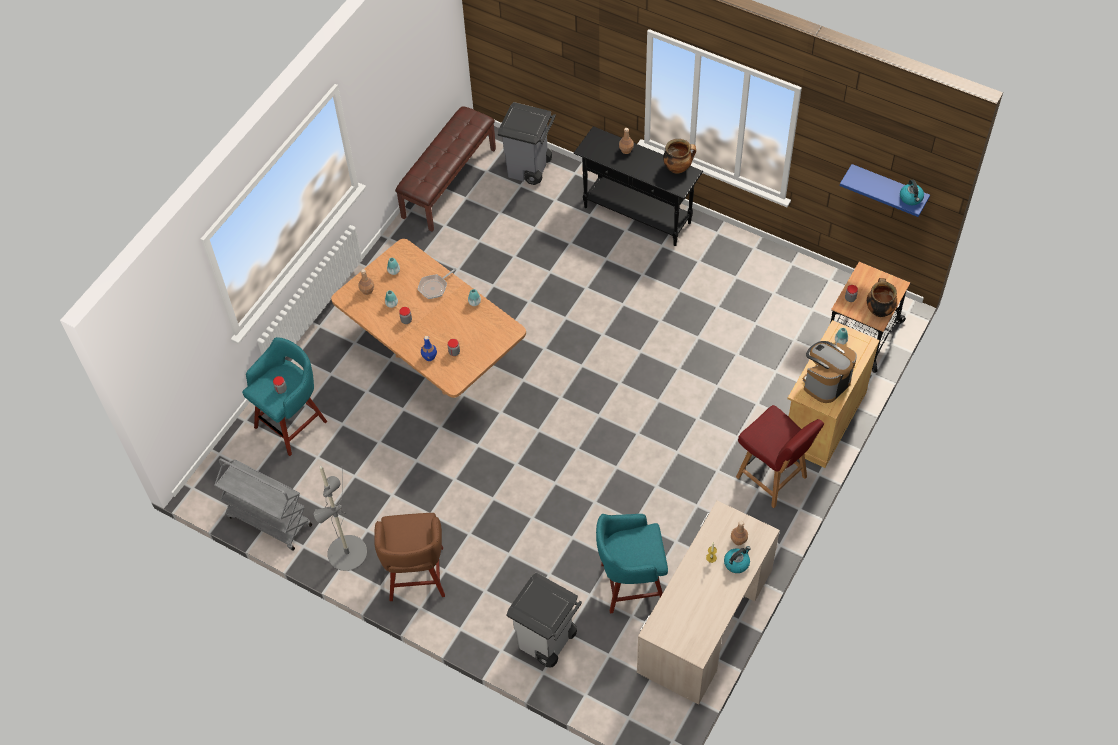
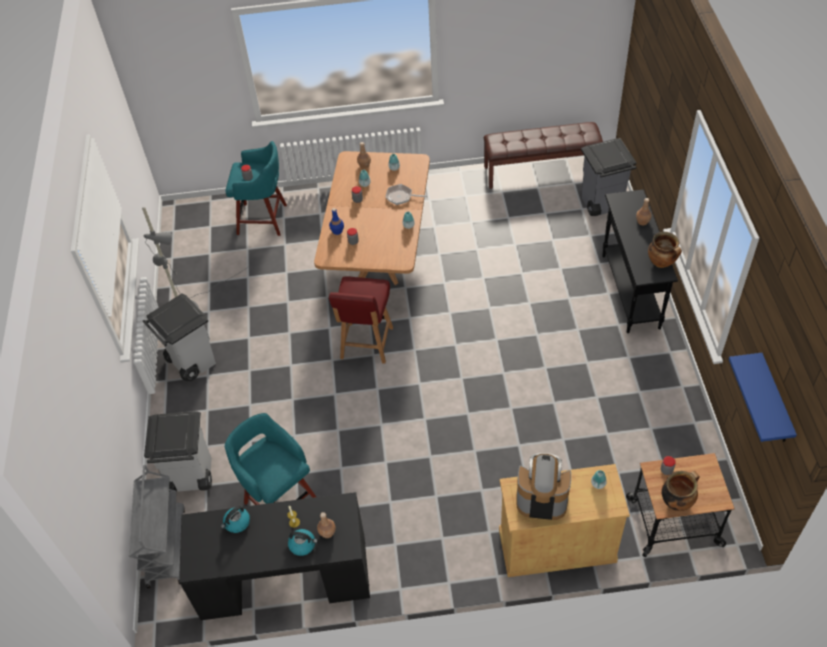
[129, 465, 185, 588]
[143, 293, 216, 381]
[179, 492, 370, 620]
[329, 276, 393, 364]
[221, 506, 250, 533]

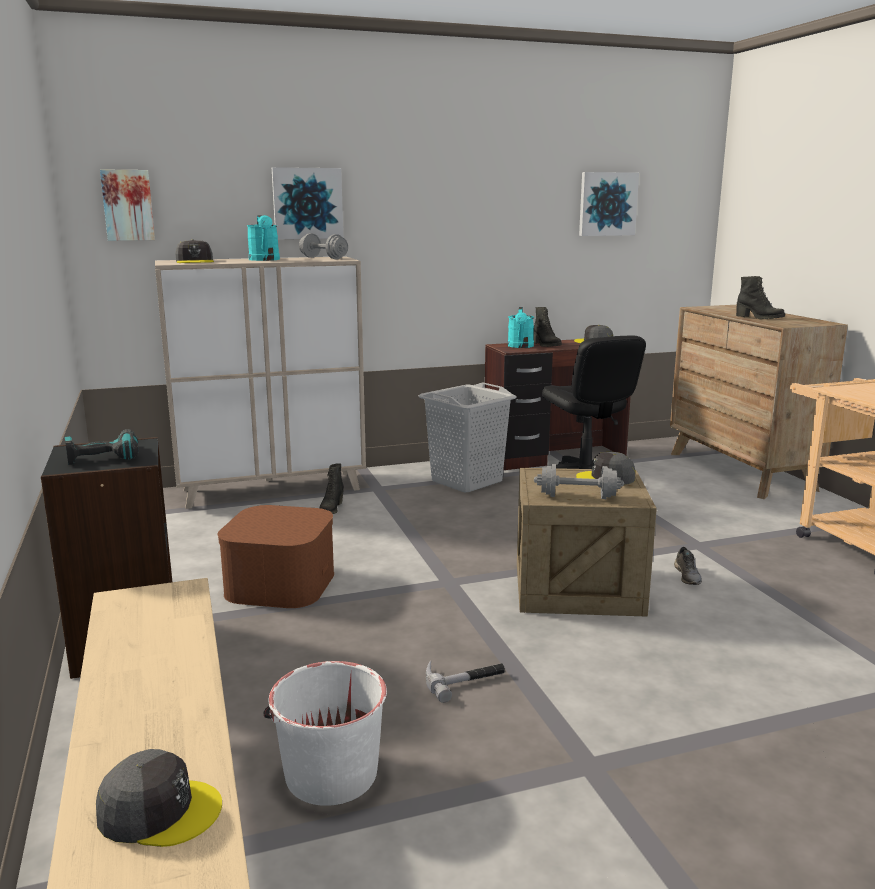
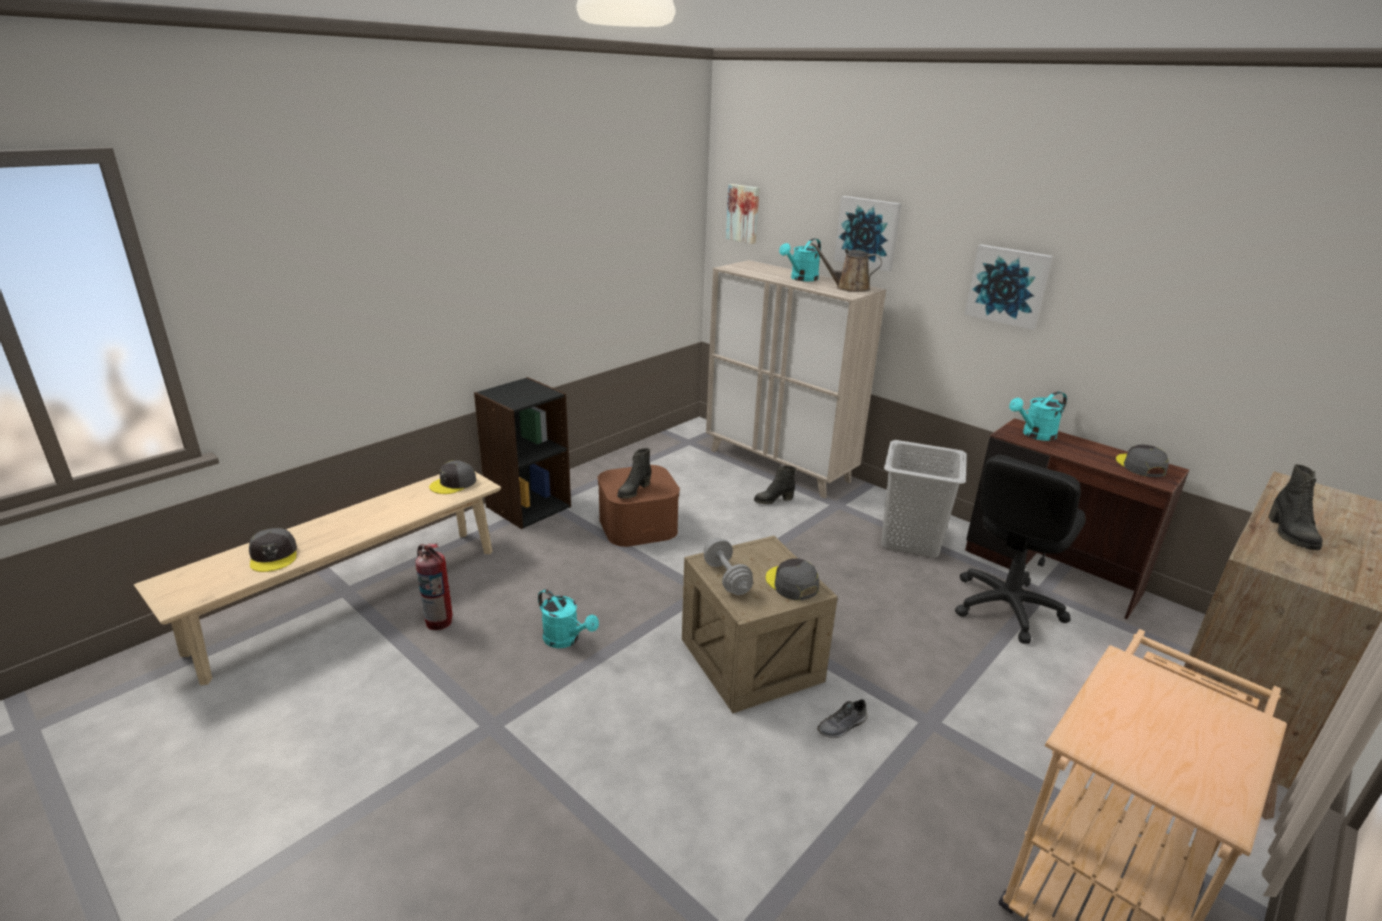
[65, 429, 139, 465] (first image)
[429, 460, 476, 494]
[415, 543, 453, 630]
[810, 242, 882, 292]
[538, 589, 599, 648]
[617, 448, 651, 499]
[965, 244, 1053, 330]

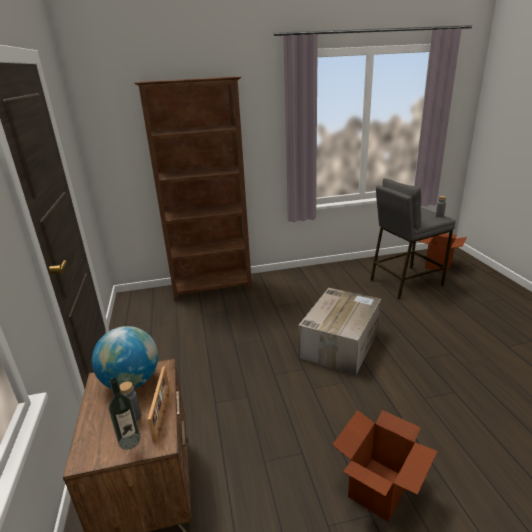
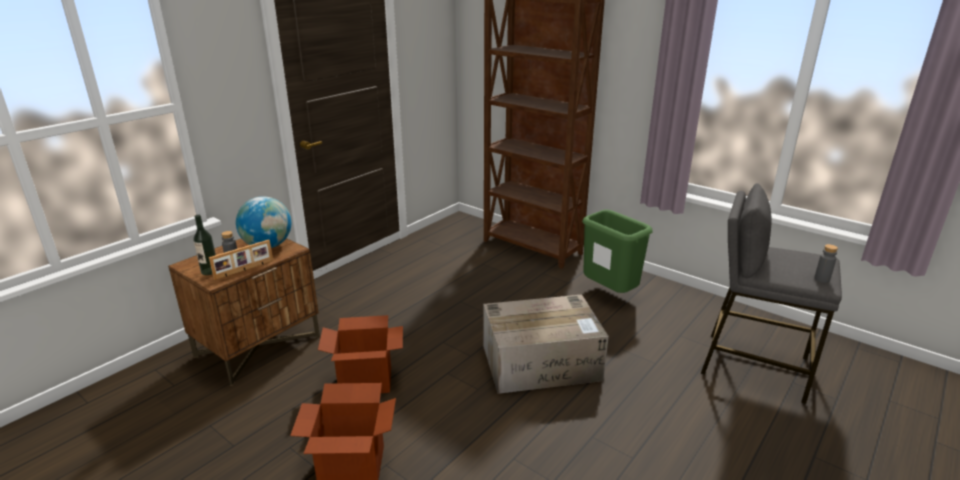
[318, 315, 403, 393]
[582, 210, 653, 293]

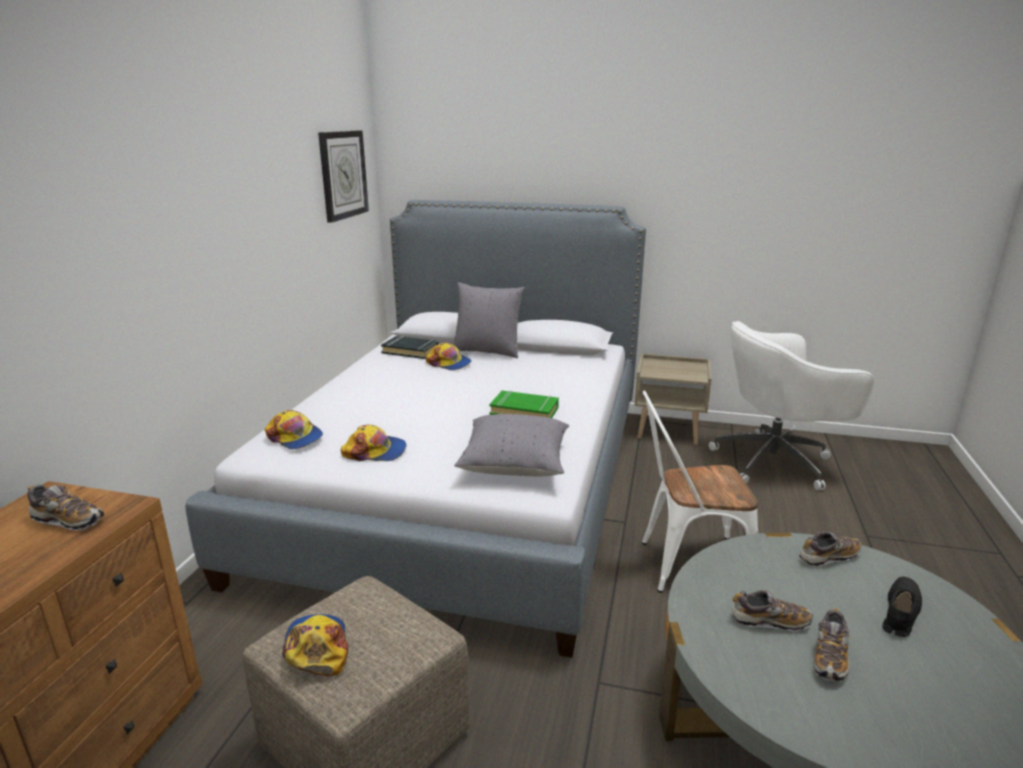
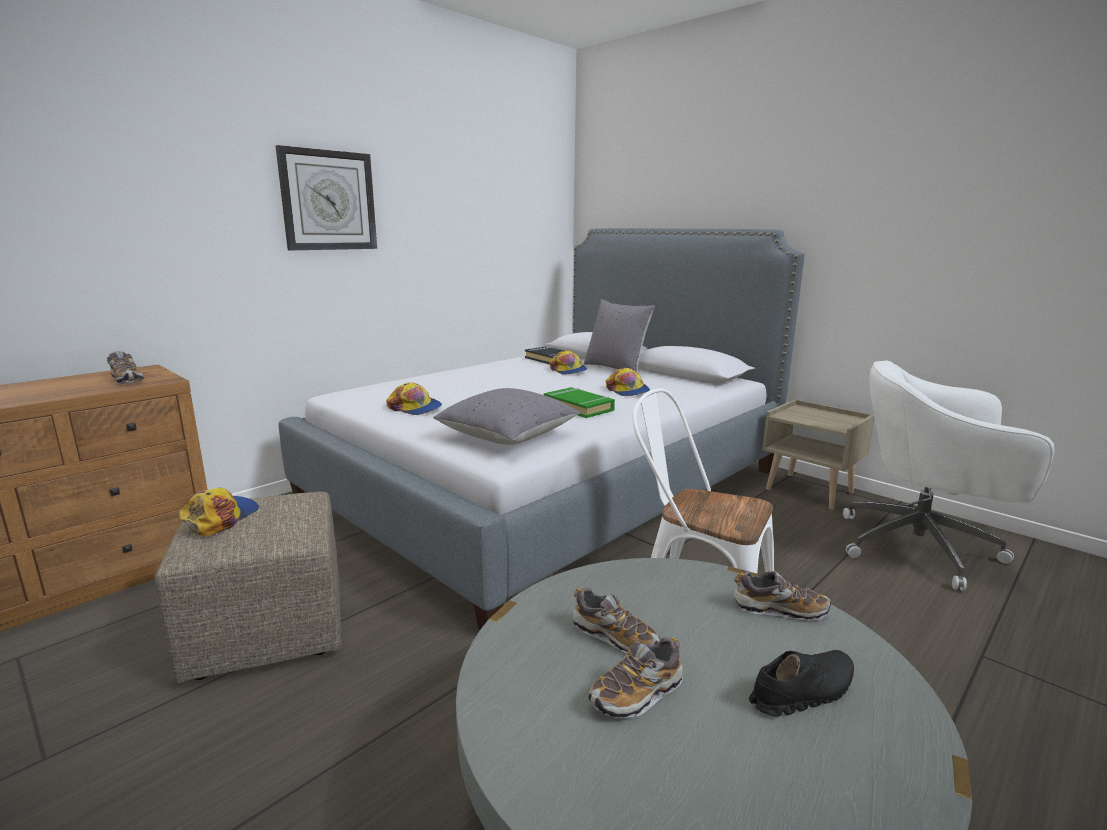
[606, 368, 650, 396]
[276, 145, 377, 250]

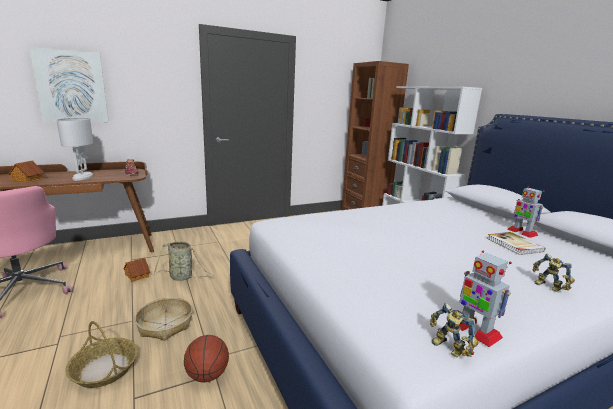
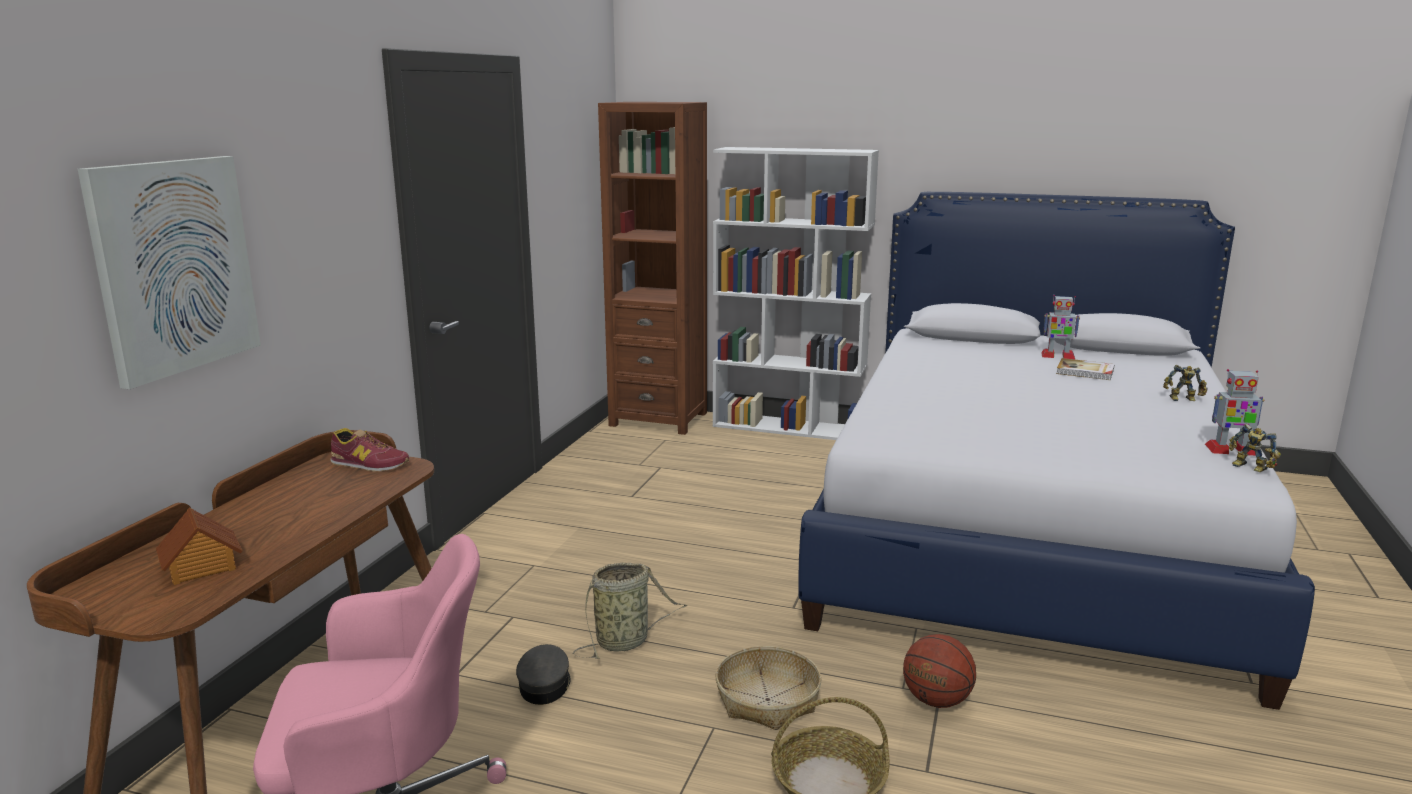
[57, 118, 93, 181] (first image)
[516, 644, 571, 705]
[1229, 424, 1281, 472]

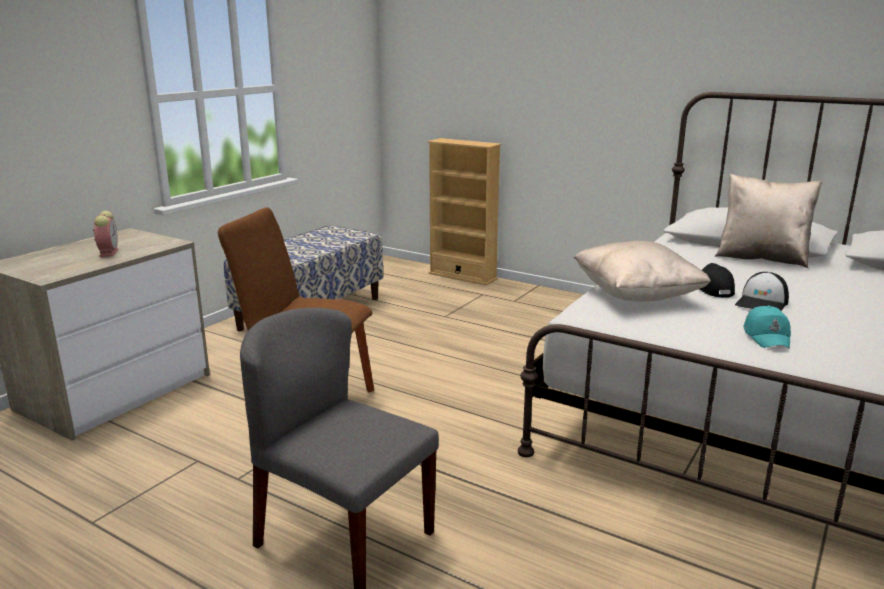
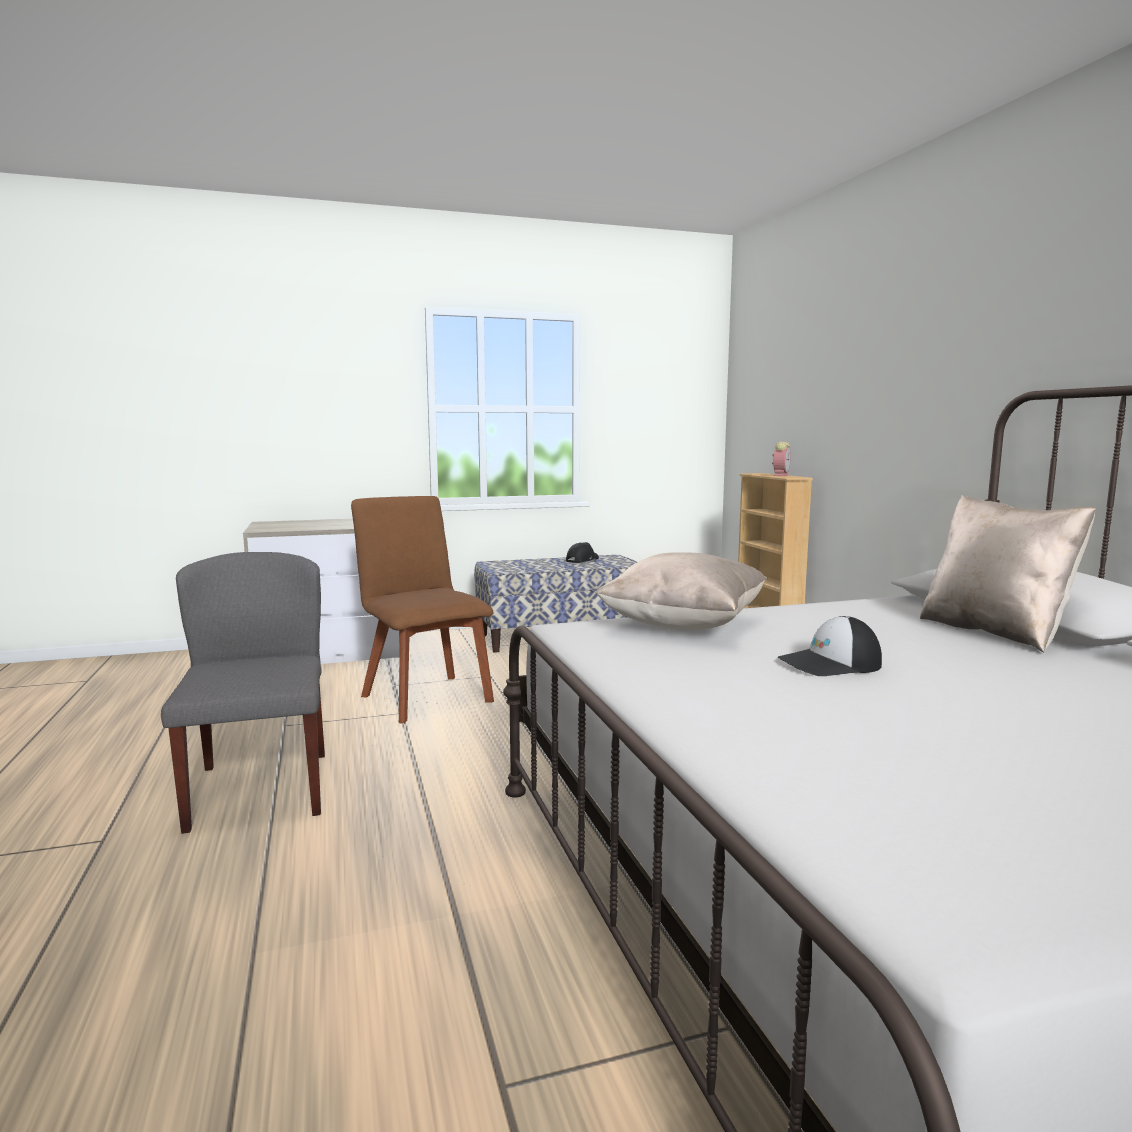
[772, 442, 791, 476]
[566, 542, 599, 563]
[744, 305, 791, 349] (first image)

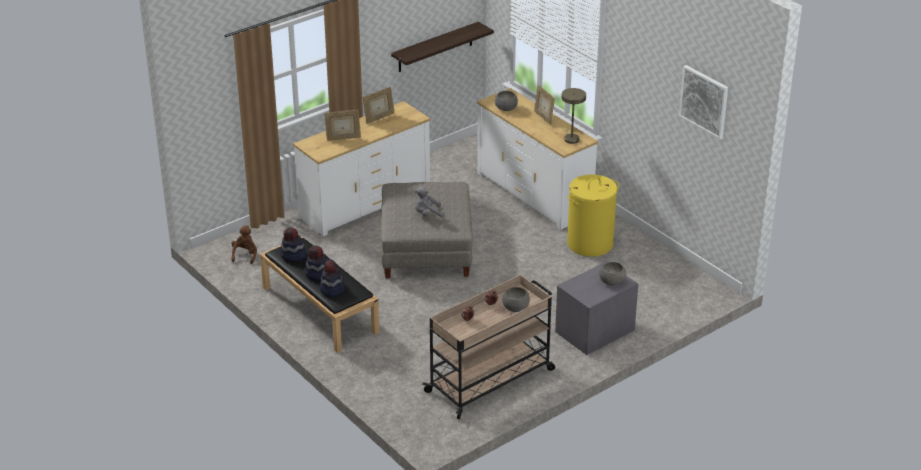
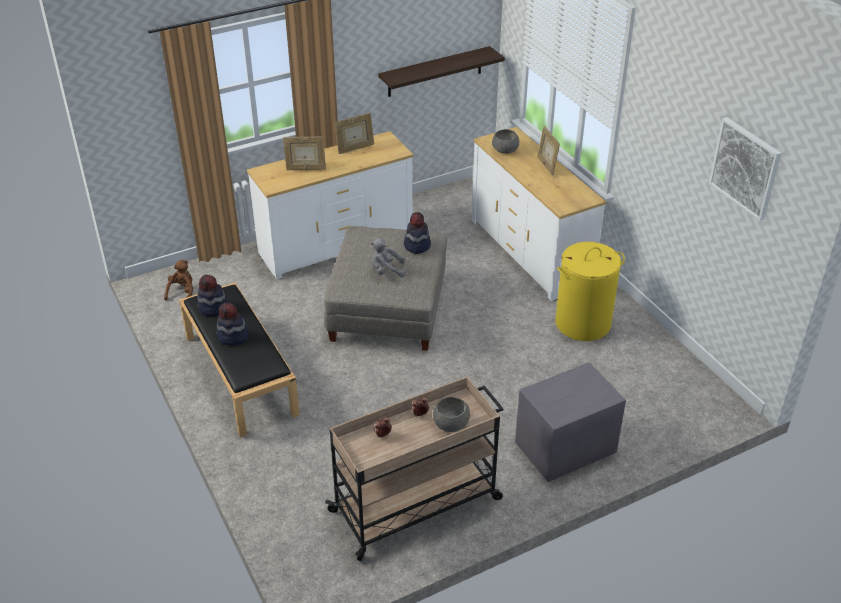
[404, 212, 431, 254]
[561, 88, 586, 144] (first image)
[599, 262, 626, 285] (first image)

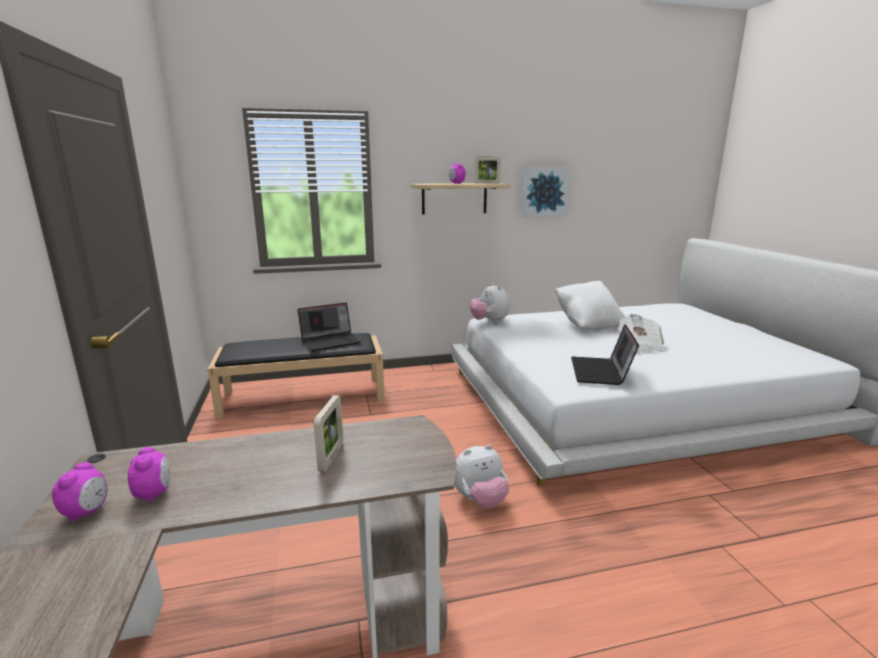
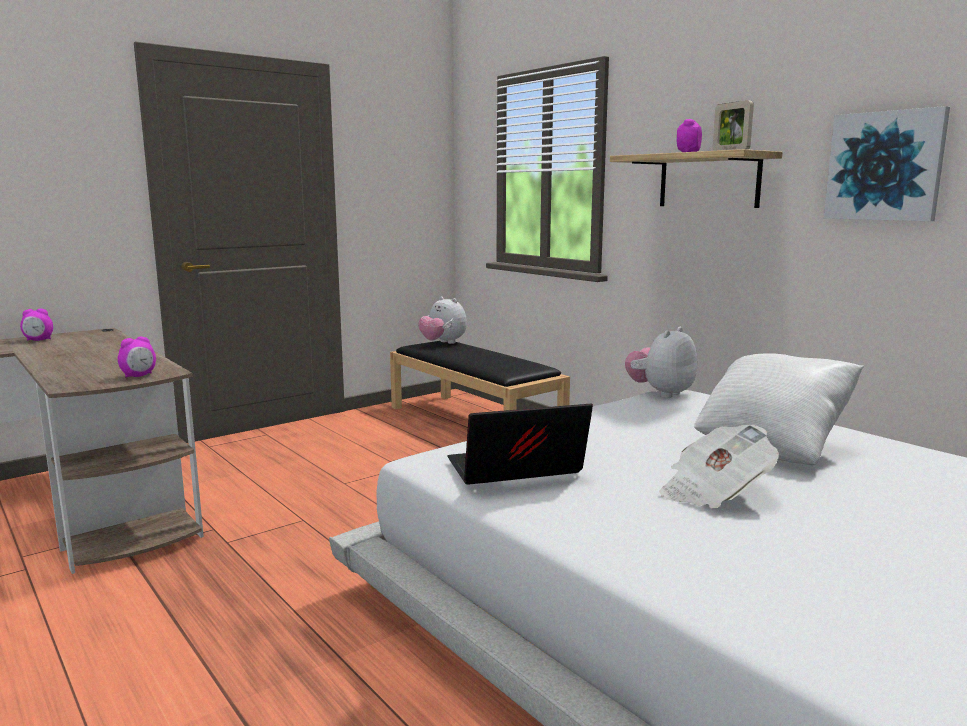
[118, 337, 156, 378]
[297, 302, 361, 351] (first image)
[314, 395, 343, 472] (first image)
[419, 296, 467, 344]

